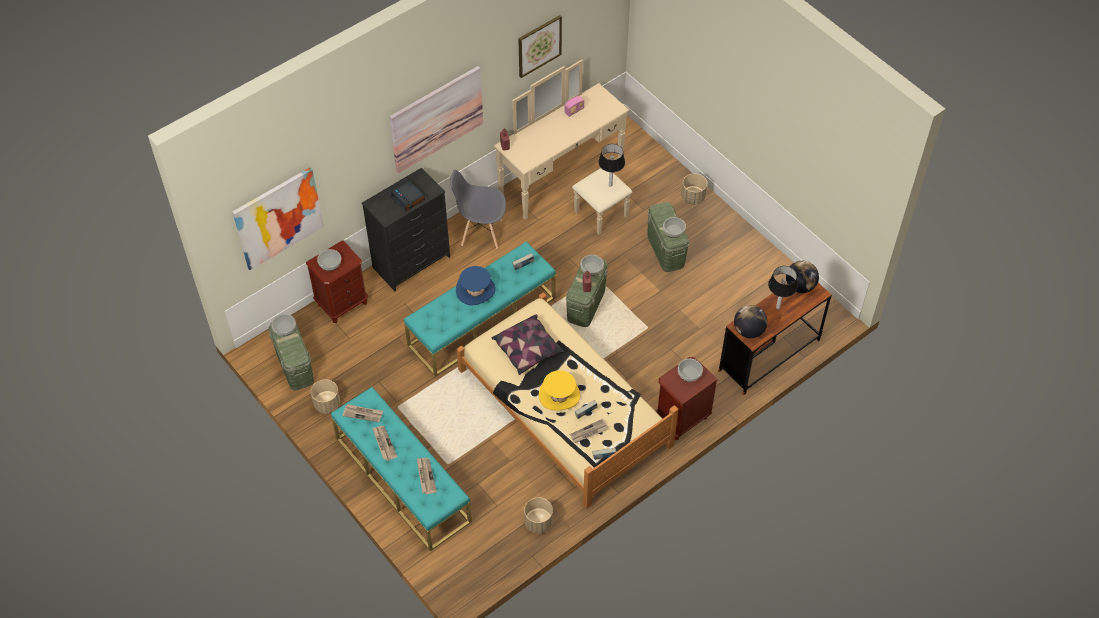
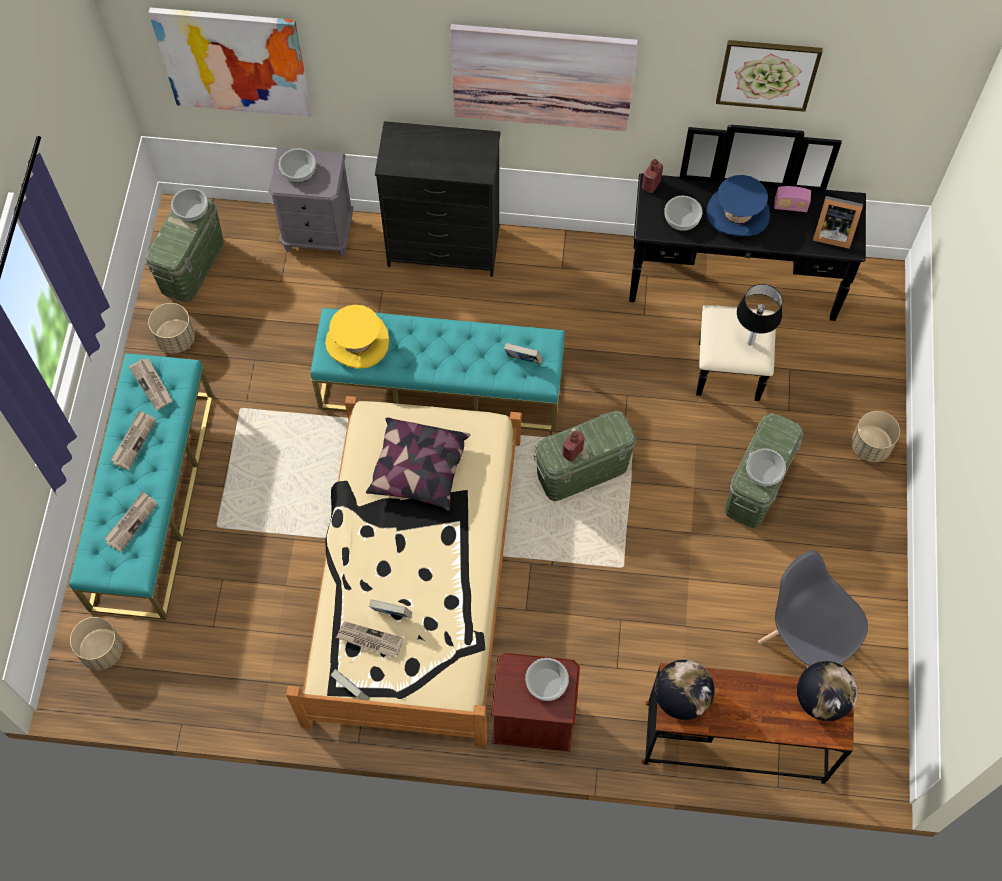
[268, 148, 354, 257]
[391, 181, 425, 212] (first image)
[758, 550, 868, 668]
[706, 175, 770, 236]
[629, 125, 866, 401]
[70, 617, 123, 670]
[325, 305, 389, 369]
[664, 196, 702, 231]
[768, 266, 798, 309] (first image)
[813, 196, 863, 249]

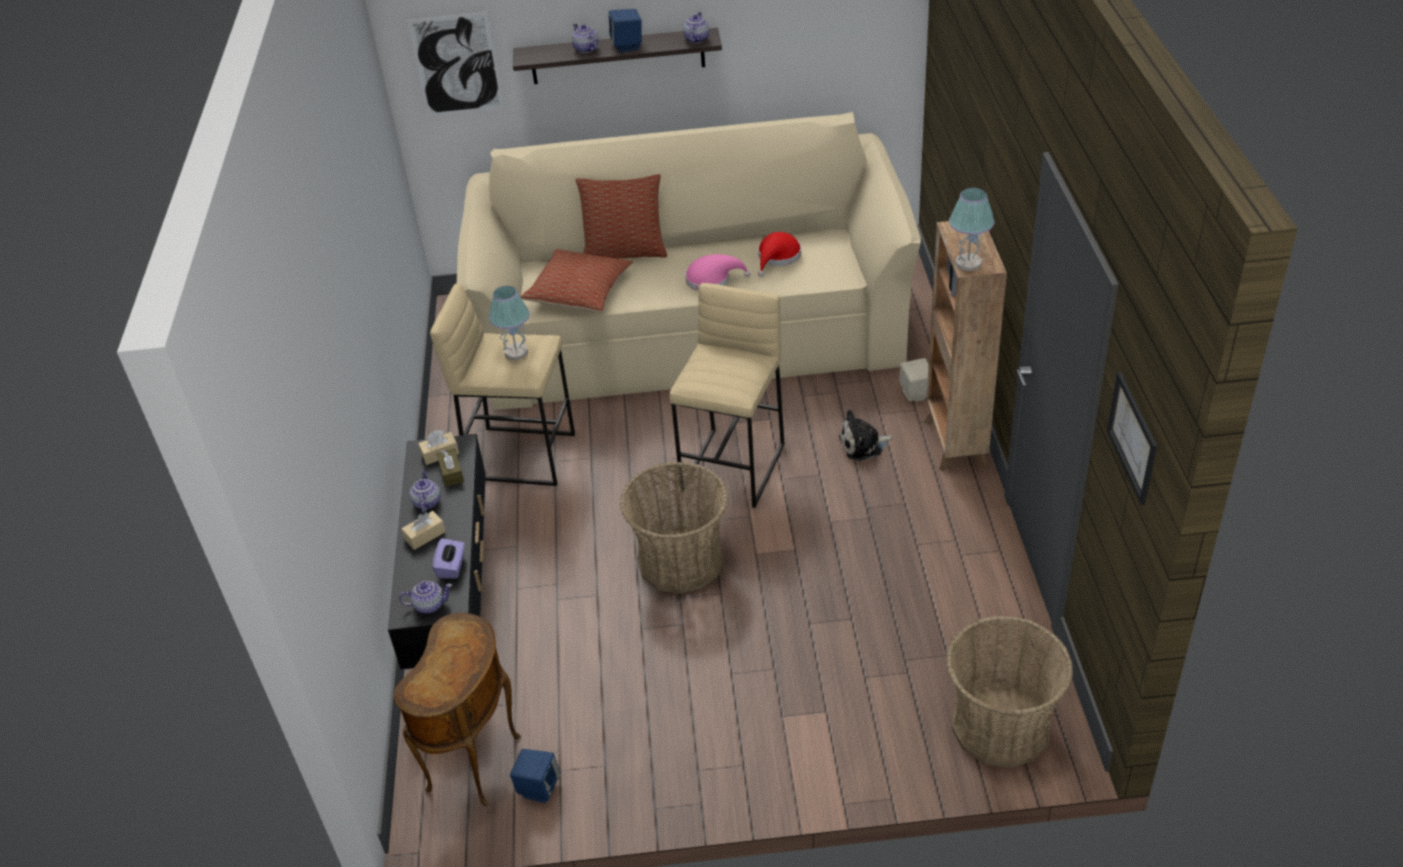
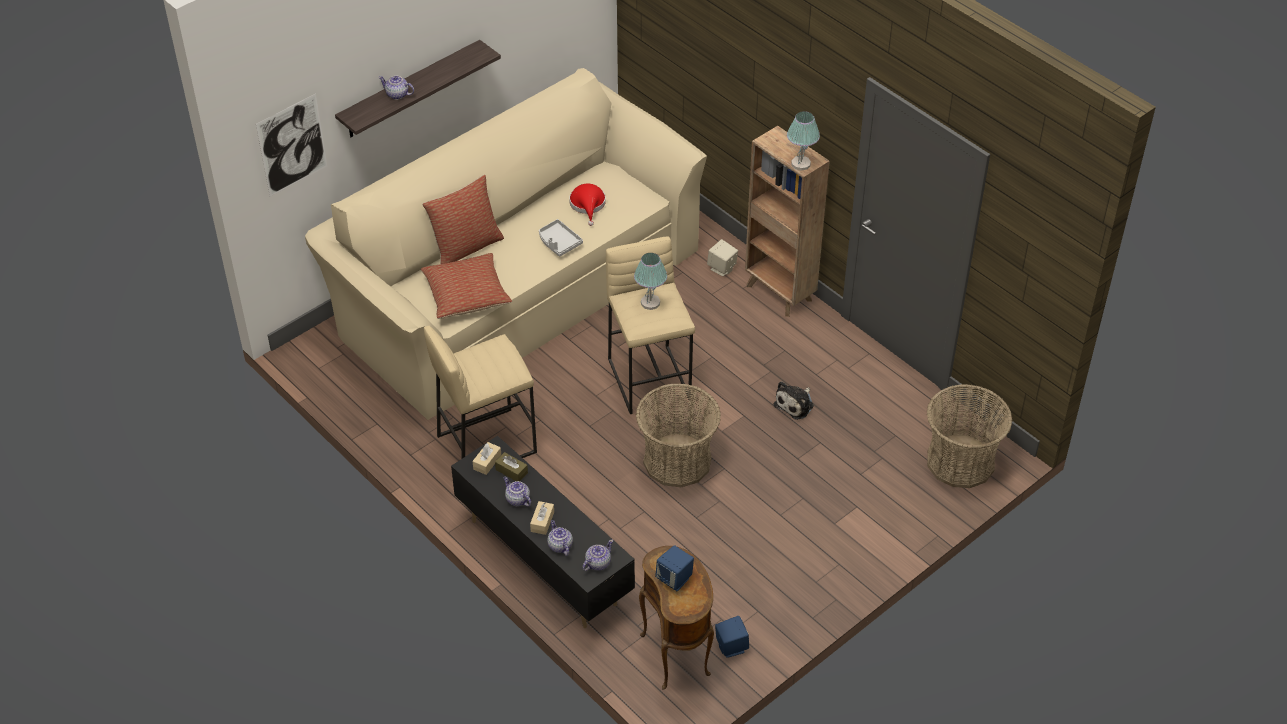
[432, 538, 465, 578] (first image)
[634, 253, 667, 310]
[655, 545, 694, 591]
[547, 520, 573, 556]
[539, 219, 583, 257]
[773, 381, 814, 420]
[1107, 372, 1157, 505] (first image)

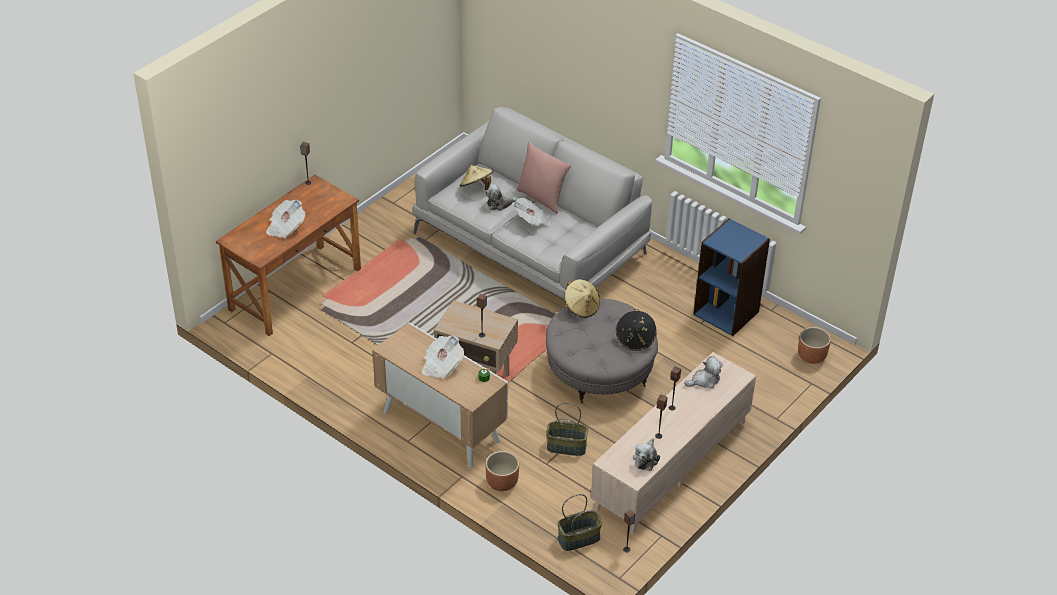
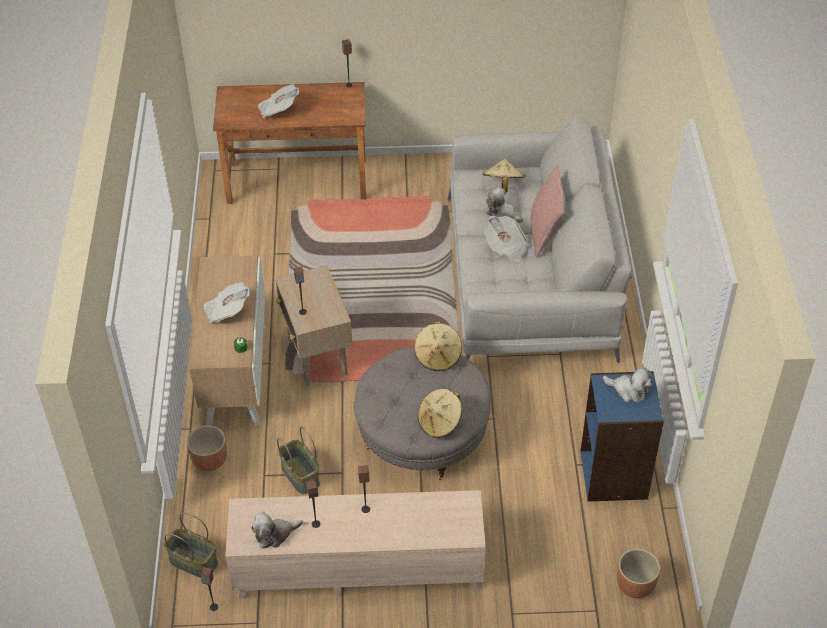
[418, 389, 462, 438]
[603, 367, 652, 403]

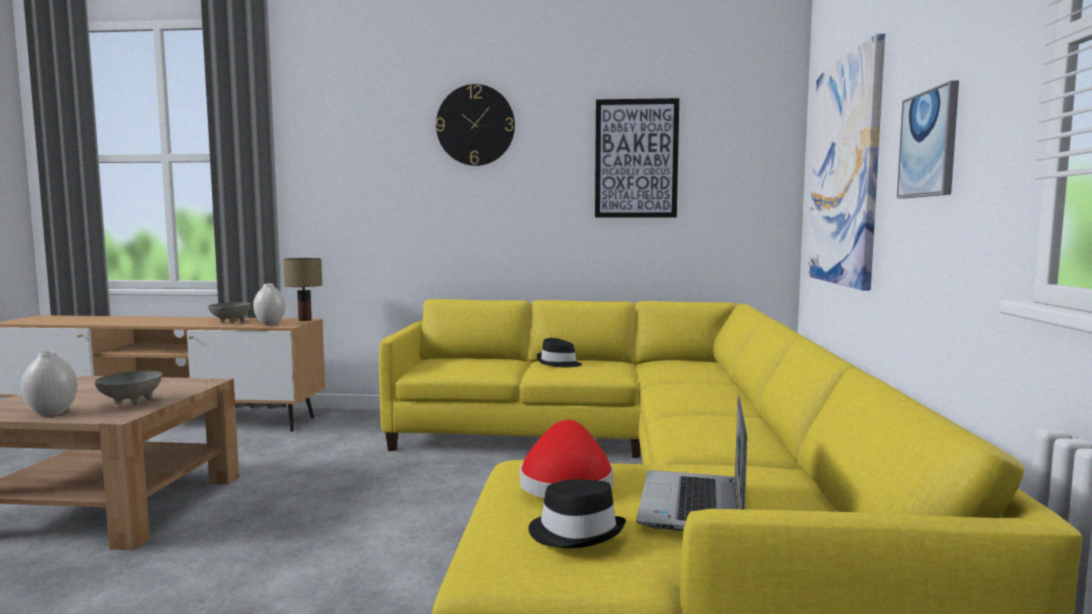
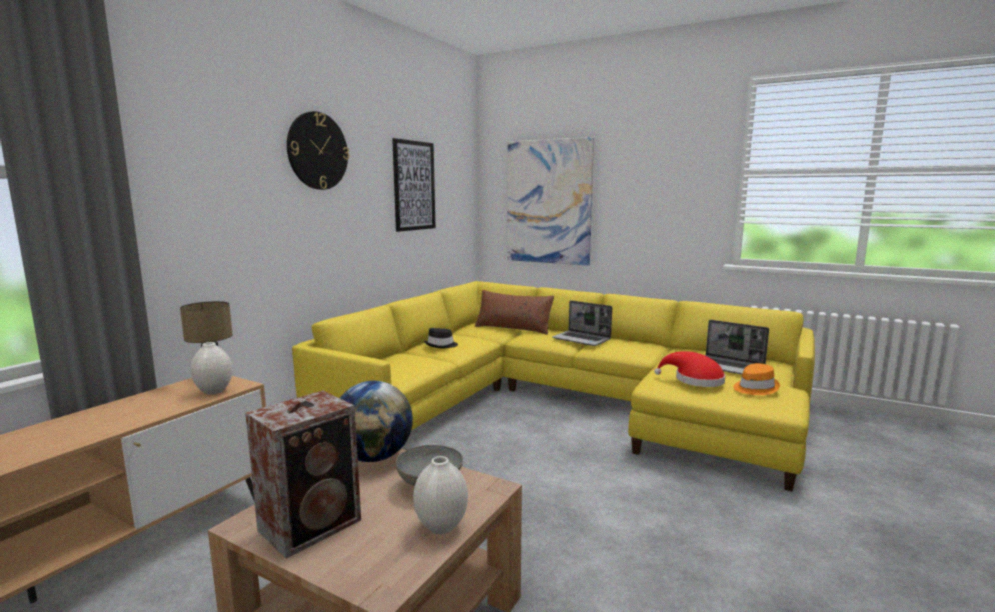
[208, 302, 252, 323] (first image)
[733, 363, 780, 395]
[897, 80, 959, 199] (first image)
[245, 390, 361, 558]
[340, 381, 413, 462]
[475, 290, 554, 335]
[552, 300, 612, 346]

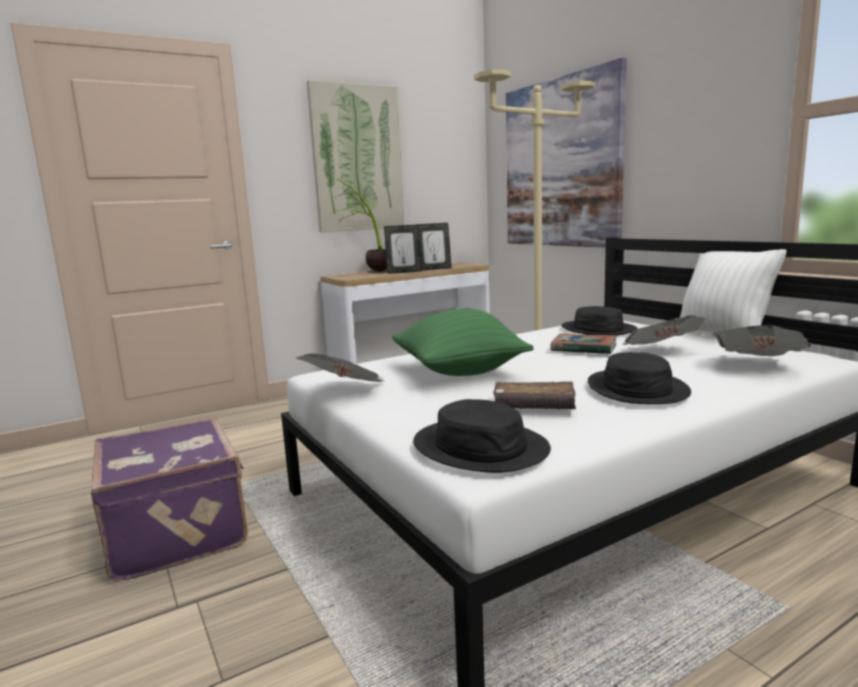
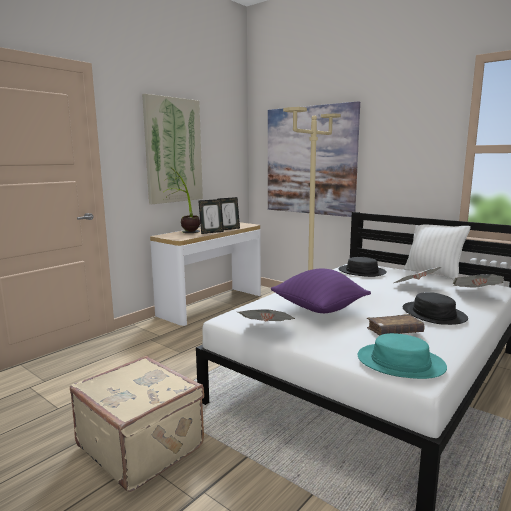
[70, 356, 204, 492]
[271, 269, 371, 313]
[358, 333, 447, 379]
[550, 334, 617, 354] (first image)

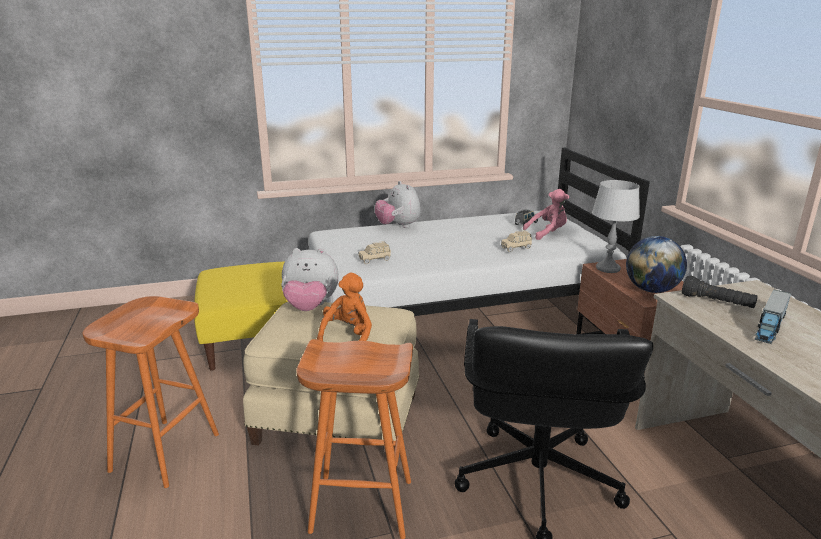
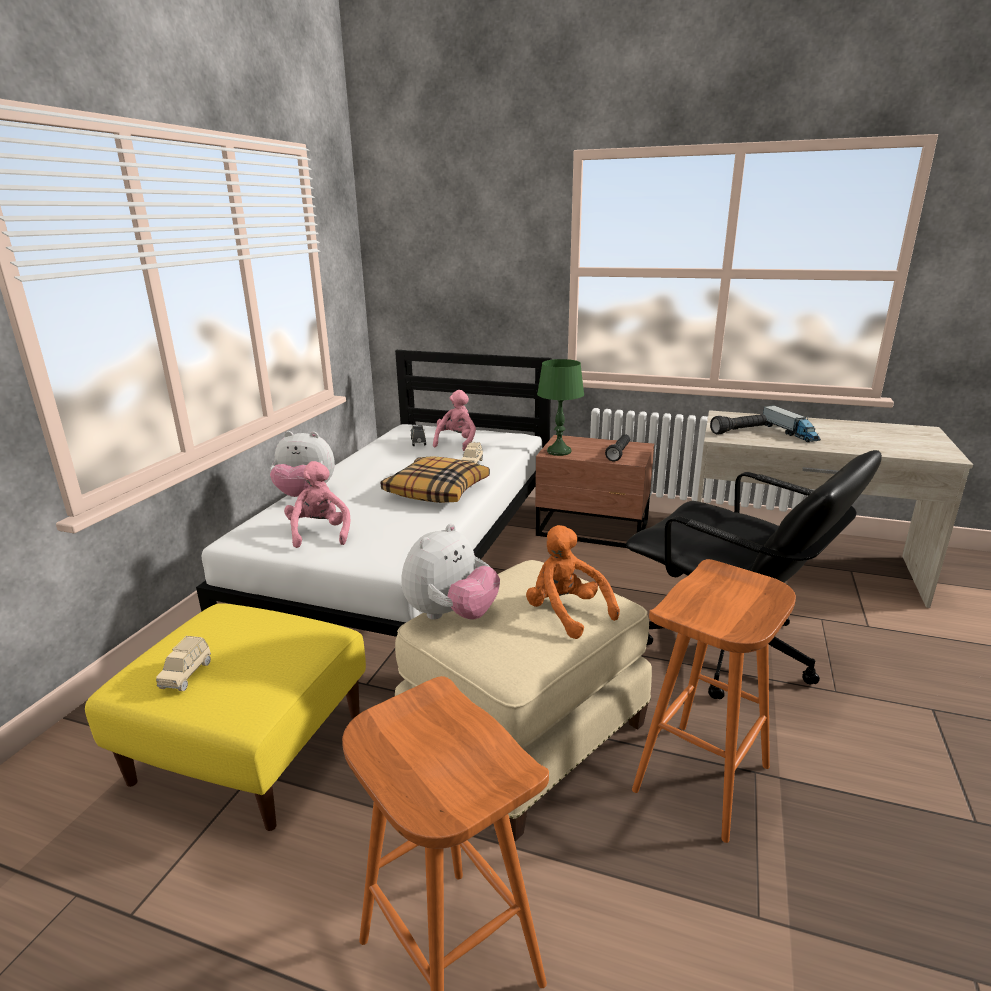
[156, 636, 211, 691]
[537, 359, 584, 456]
[605, 434, 630, 461]
[284, 461, 350, 548]
[381, 456, 490, 503]

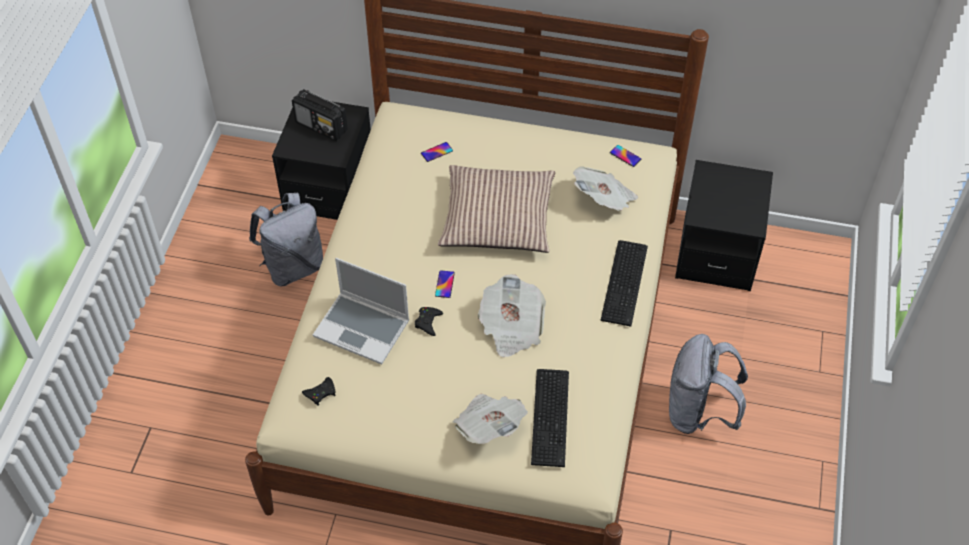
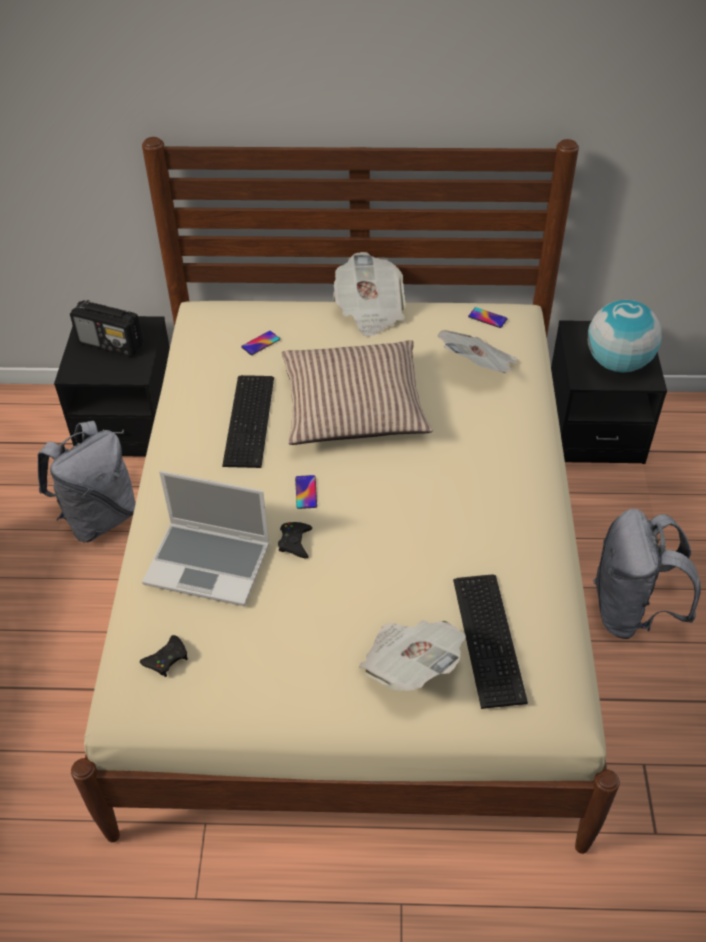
[333, 252, 405, 337]
[222, 375, 274, 468]
[588, 300, 662, 373]

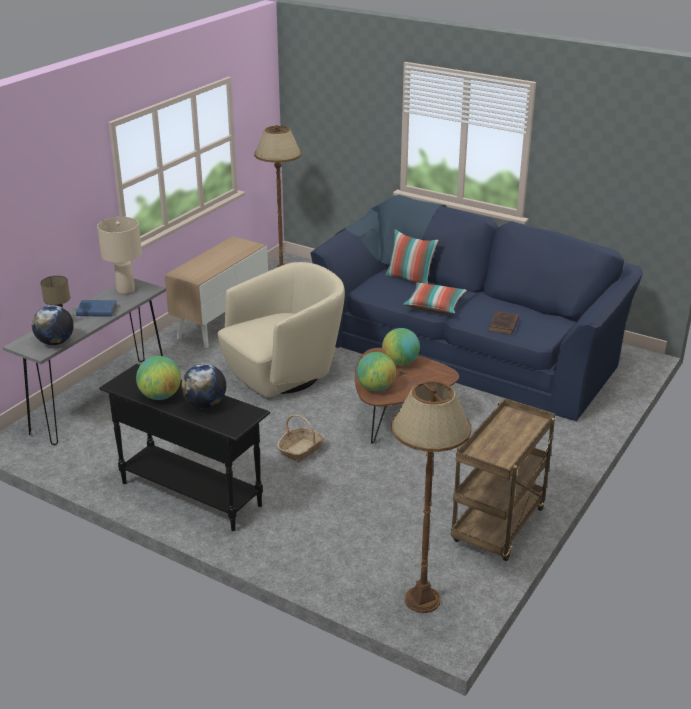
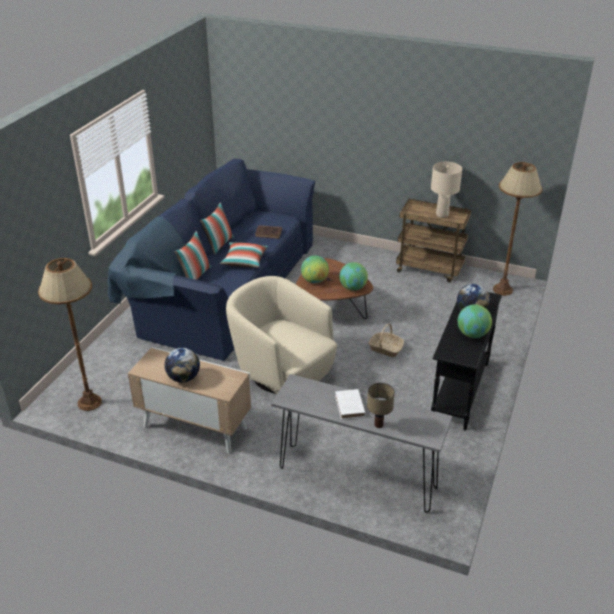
[165, 348, 200, 383]
[335, 389, 366, 419]
[431, 162, 462, 218]
[200, 203, 234, 255]

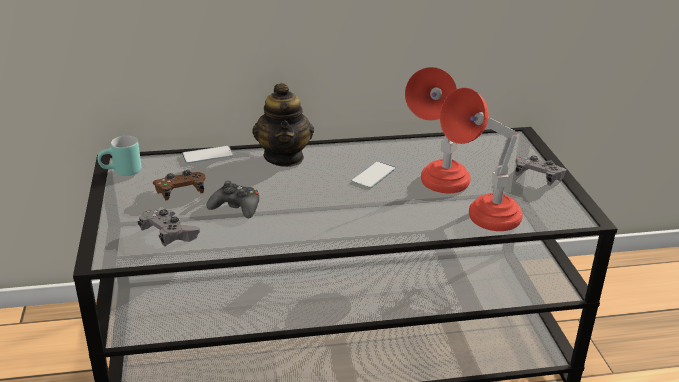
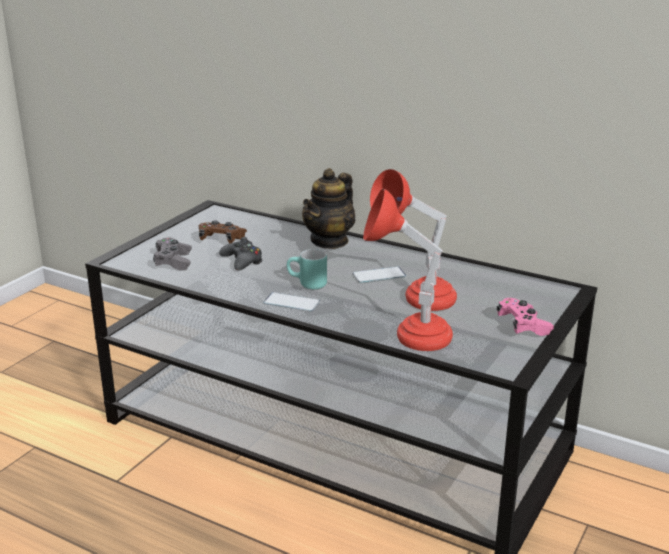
[287, 249, 327, 289]
[263, 292, 320, 311]
[497, 298, 554, 336]

